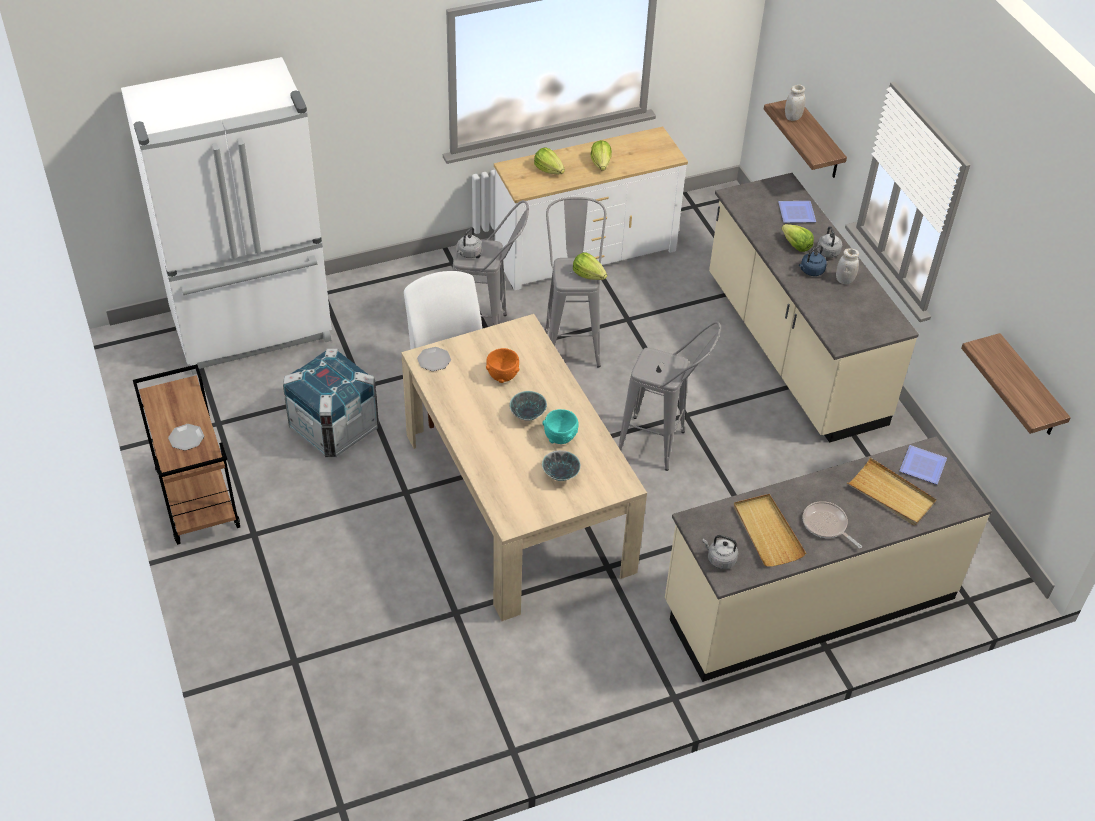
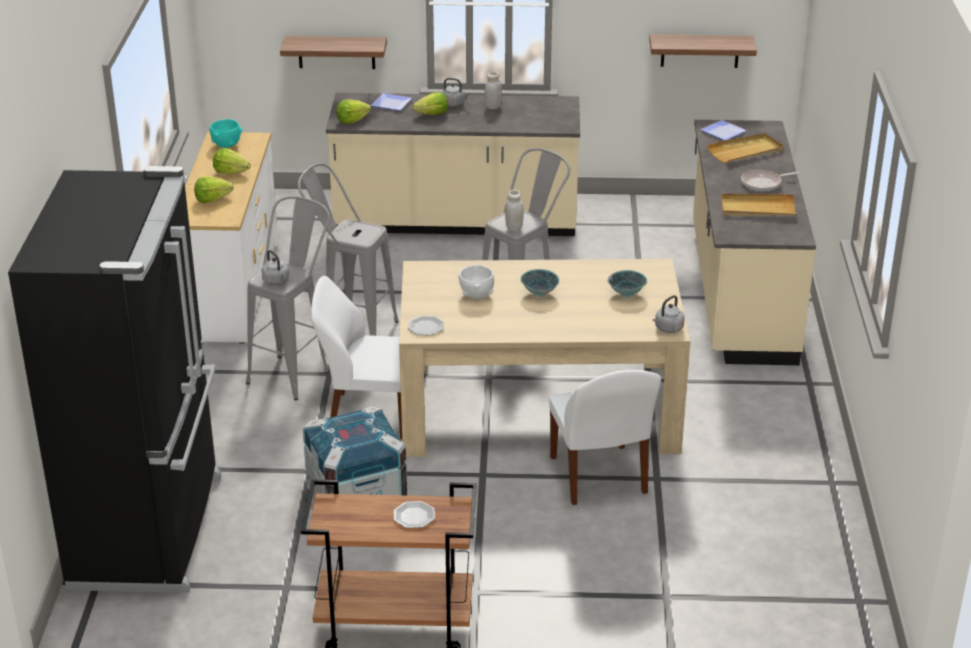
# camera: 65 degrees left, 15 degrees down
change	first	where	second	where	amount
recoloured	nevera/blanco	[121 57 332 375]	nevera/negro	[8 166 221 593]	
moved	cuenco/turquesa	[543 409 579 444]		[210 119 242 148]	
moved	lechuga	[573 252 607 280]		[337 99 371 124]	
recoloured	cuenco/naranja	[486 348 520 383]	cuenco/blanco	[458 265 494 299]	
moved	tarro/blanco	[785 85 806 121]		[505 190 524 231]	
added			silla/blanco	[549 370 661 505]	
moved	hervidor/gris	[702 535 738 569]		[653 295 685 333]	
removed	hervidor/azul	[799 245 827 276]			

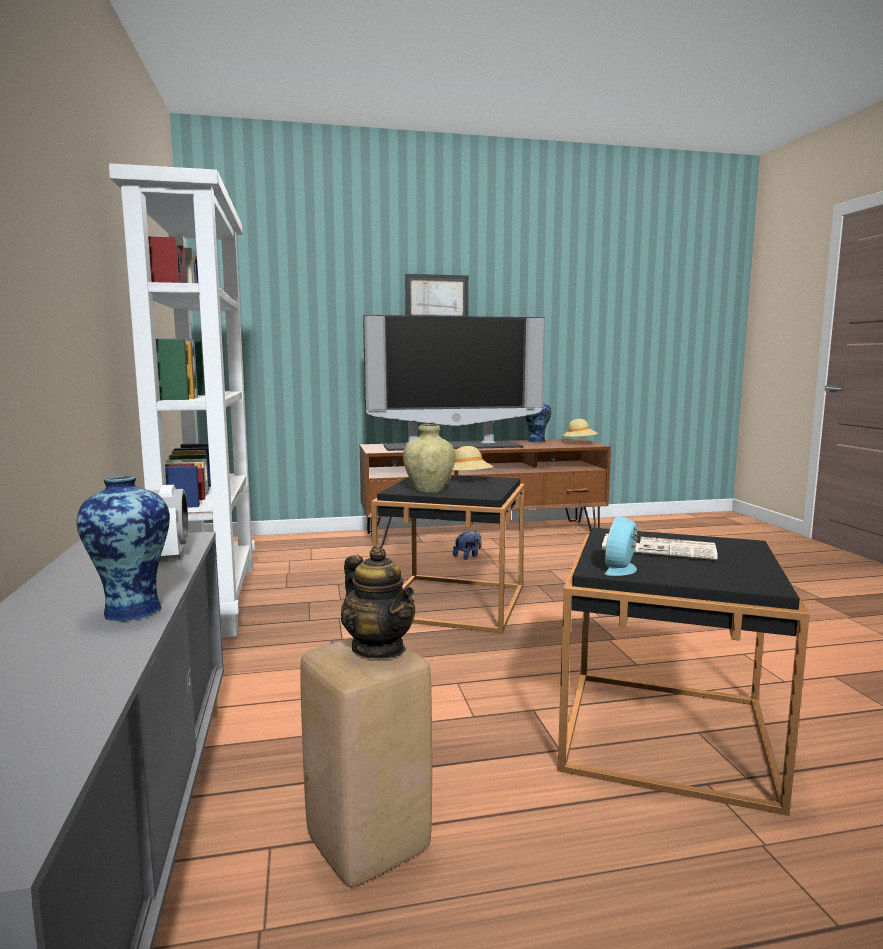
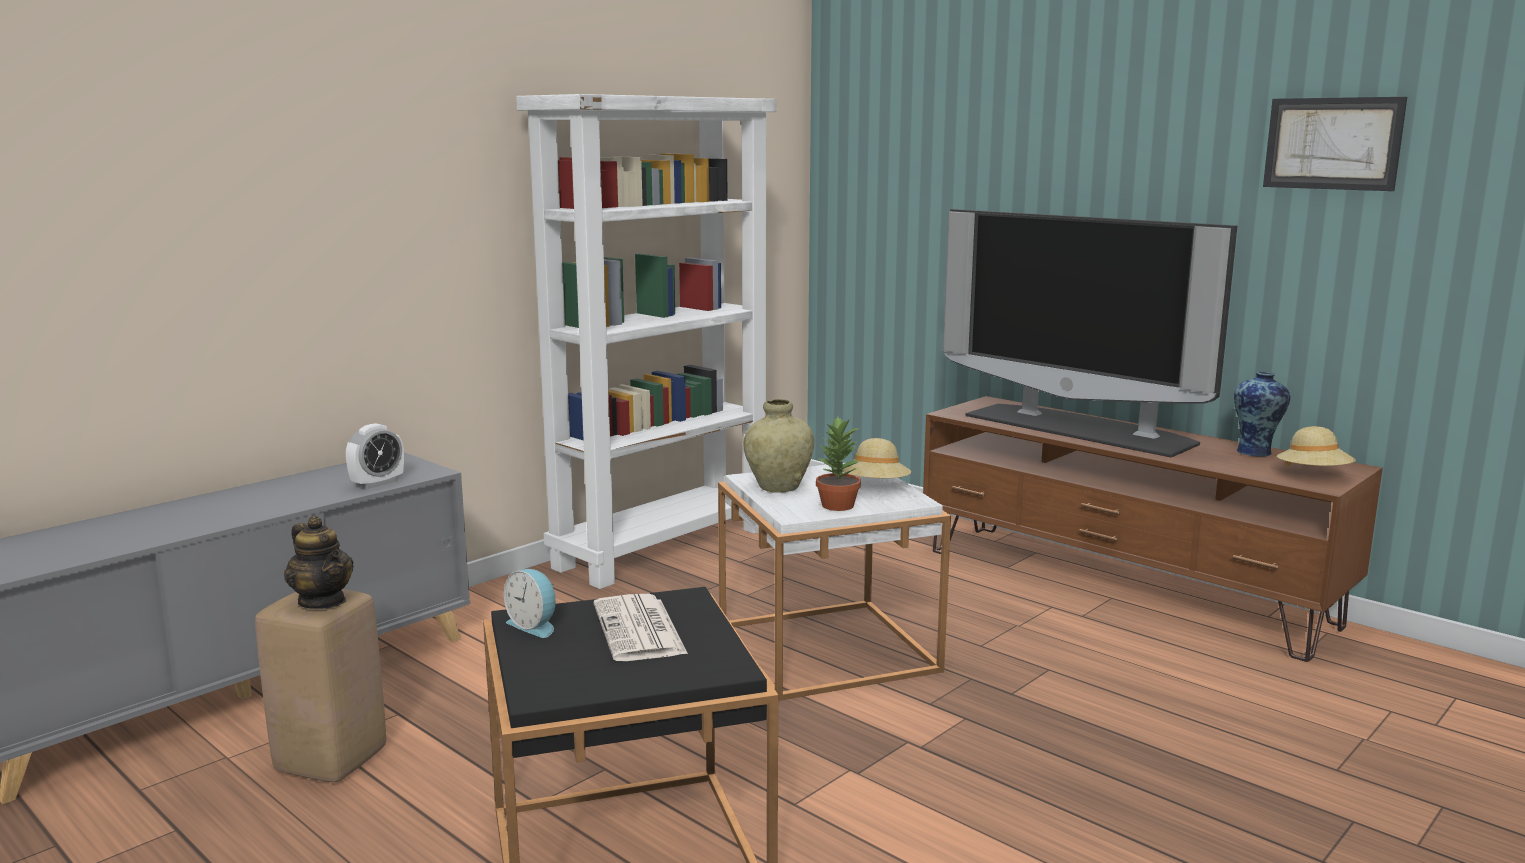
# camera: 55 degrees right, 5 degrees up
change	first	where	second	where	amount
turned	tetera	[341 546 415 658]		[284 516 354 609]	60 degrees counterclockwise
turned	despertador	[605 516 641 576]		[504 569 556 638]	135 degrees counterclockwise
recoloured	mesa auxiliar/negro	[371 475 525 633]	mesa auxiliar/blanco	[718 463 951 701]	
added			planta en maceta	[816 417 861 511]	
moved	cuadro	[405 274 469 316]		[1263 97 1407 191]	
removed	florero	[77 476 170 622]			
removed	peluche	[453 530 481 560]			

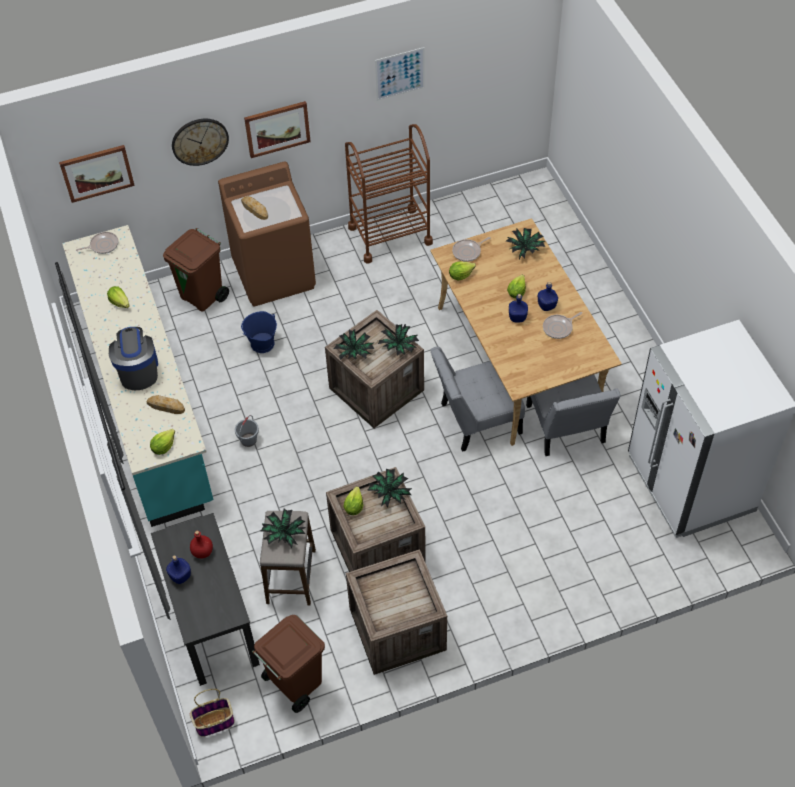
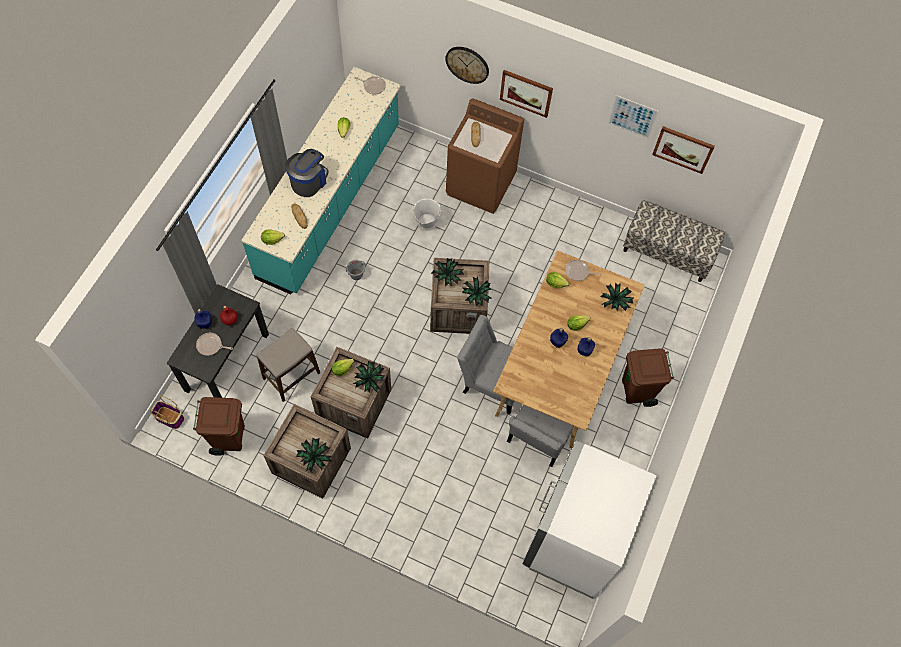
# camera: 40 degrees right, 10 degrees up
change	first	where	second	where	amount
moved	sartén	[543 312 582 339]		[196 333 233 356]	
moved	planta en maceta	[261 509 306 548]		[296 438 332 472]	
recoloured	cubo/azul	[241 311 277 353]	cubo/blanco	[412 199 442 231]	
moved	papelera/marrón	[163 228 229 312]		[622 348 674 407]	
added			banco	[623 200 725 282]	
moved	cuadro	[59 145 135 203]		[652 126 715 174]	
removed	carrito/marrón	[345 124 433 263]			

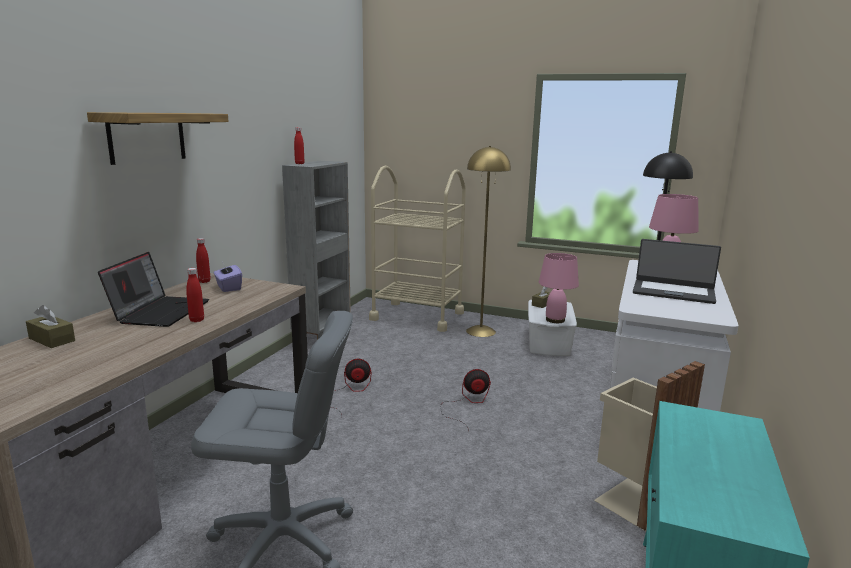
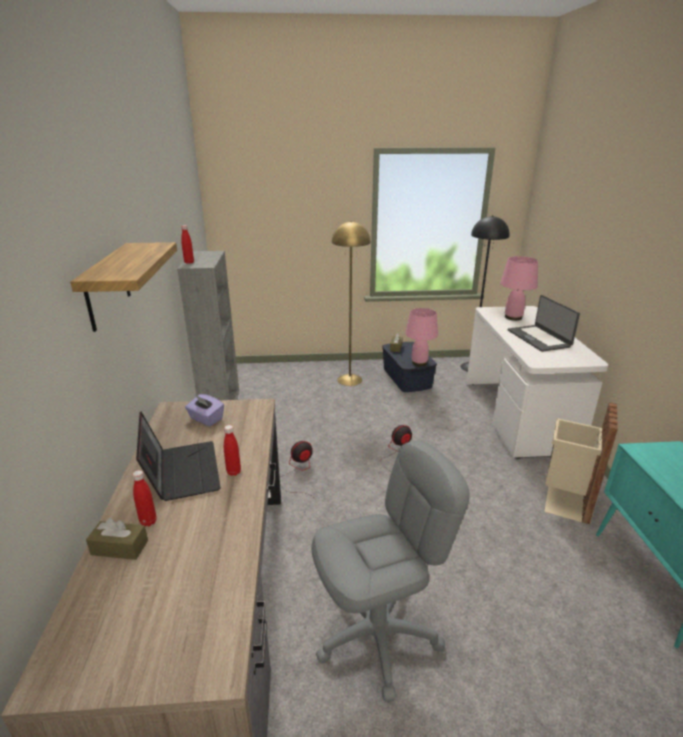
# camera: 25 degrees left, 10 degrees up
change	first	where	second	where	amount
moved	botella/rojo	[196 238 211 283]		[132 470 157 527]	
recoloured	caja de almacenaje/blanco	[528 300 577 356]	caja de almacenaje/azul	[382 342 437 392]	
turned	portátil	[633 239 721 304]		[508 295 580 352]	75 degrees clockwise
removed	carrito/beis	[369 166 466 332]			

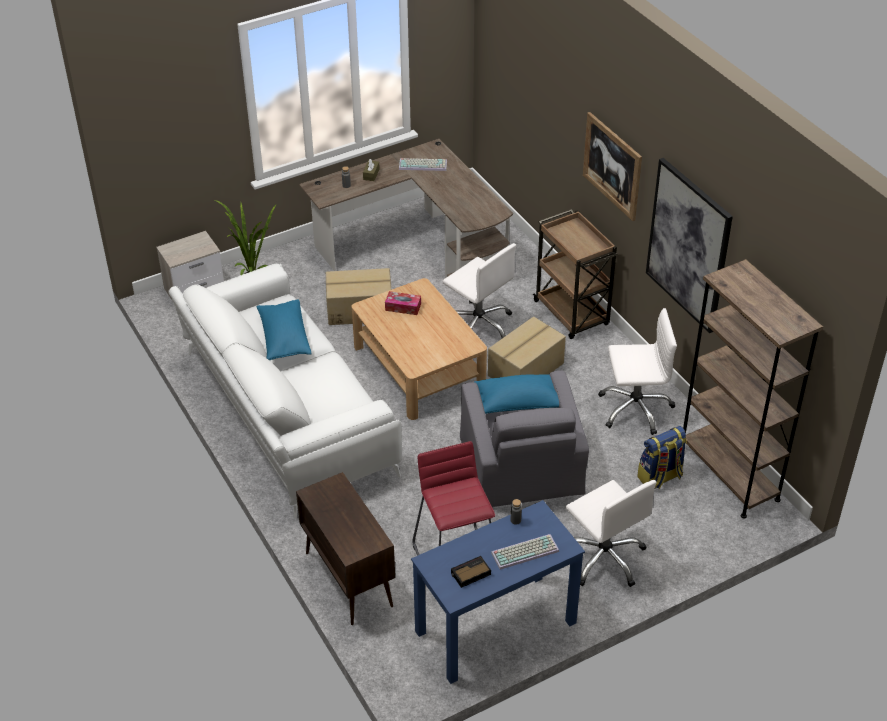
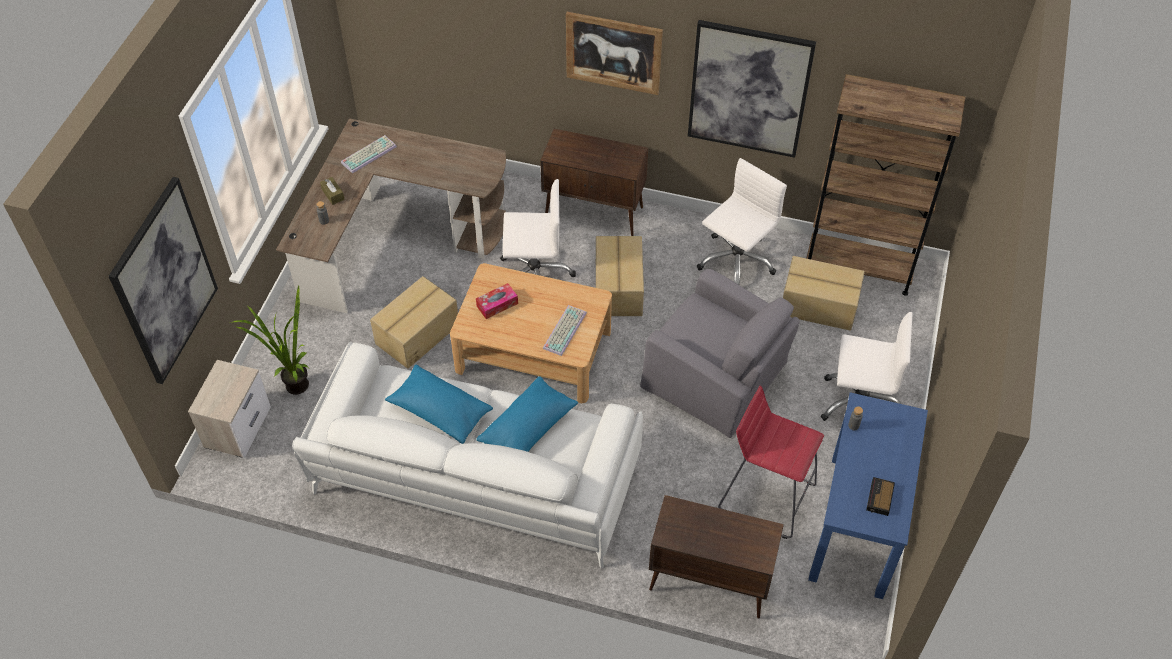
# camera: 45 degrees left, 10 degrees up
change	first	where	second	where	amount
added			cuadro	[108 177 218 384]	
moved	cojín/azul	[474 374 559 414]		[476 376 578 452]	
replaced	carrito/marrón	[533 209 618 339]	armario/marrón	[540 129 648 236]	
moved	teclado	[491 534 559 570]		[543 305 587 356]	
replaced	mochila	[637 426 687 489]	caja de cartón	[783 256 865 331]	

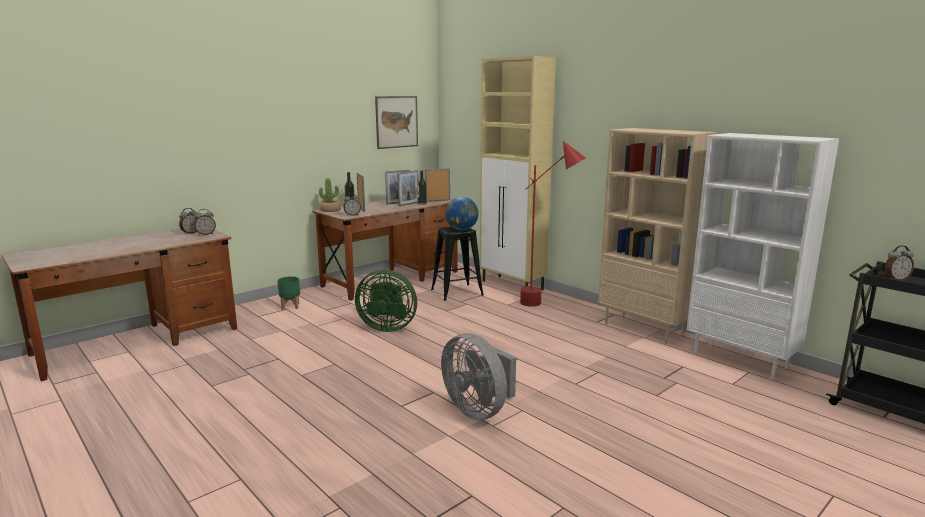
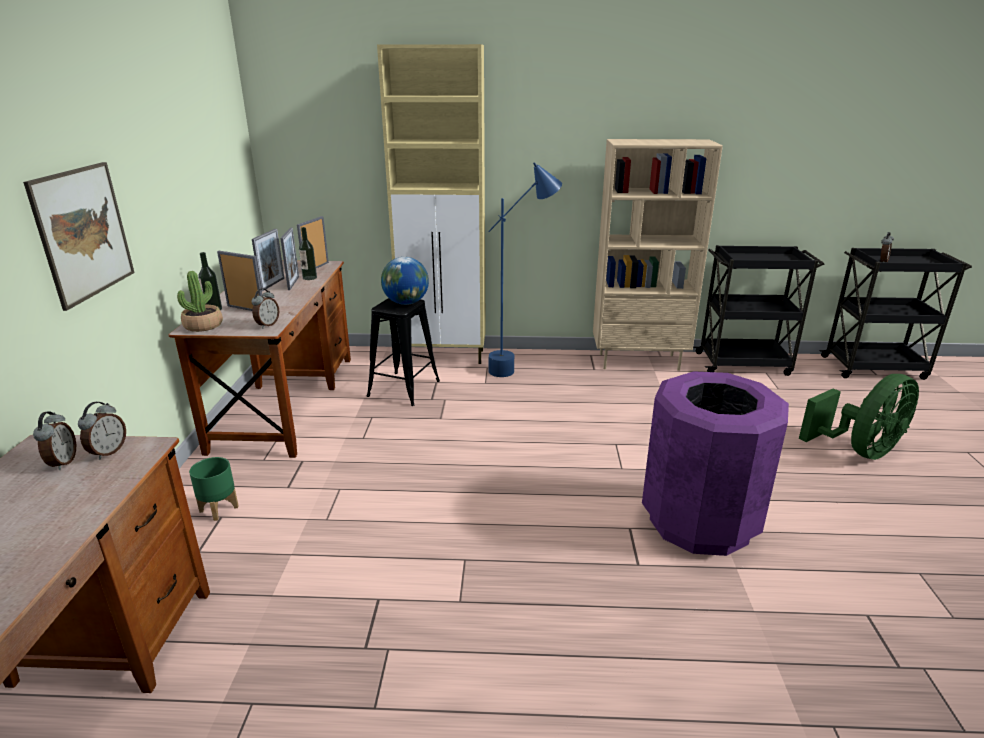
# camera: 45 degrees left, 10 degrees up
change	first	where	second	where	amount
moved	cuadro	[375 96 418 149]		[23 162 135 311]	
recoloured	lámpara de pie/rojo	[520 141 586 307]	lámpara de pie/azul	[488 162 562 377]	
replaced	ventilador/gris	[441 333 516 420]	papelera/morado	[642 371 789 556]	
replaced	estantería/blanco	[687 133 839 380]	carrito/negro	[693 245 824 376]	
moved	ventilador/verde	[355 270 417 332]		[799 374 919 460]	

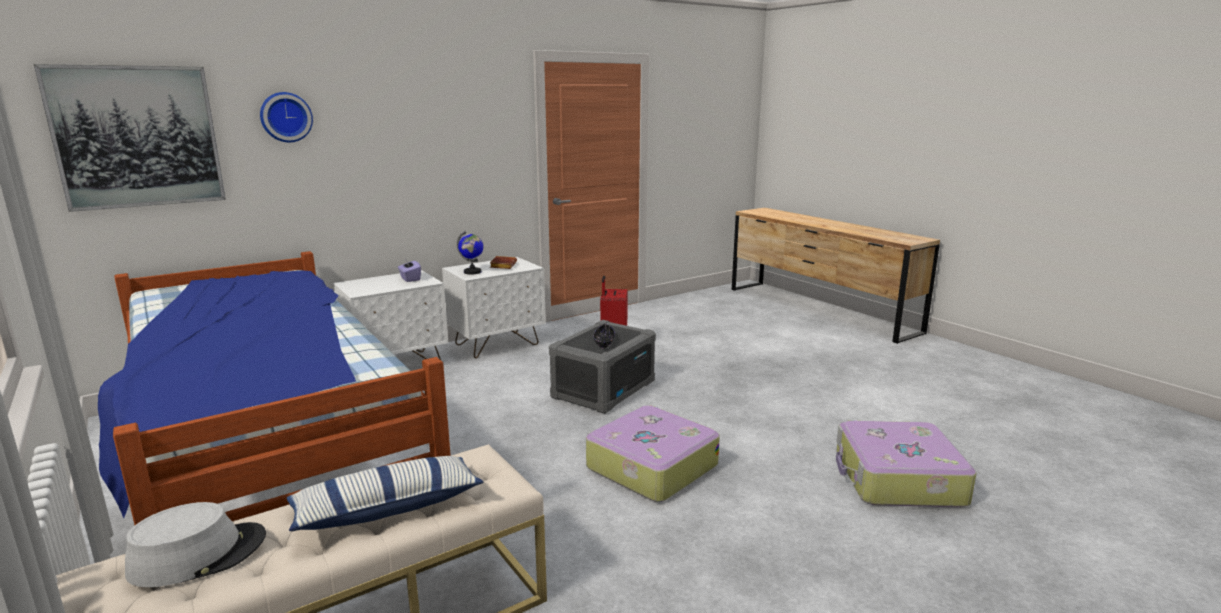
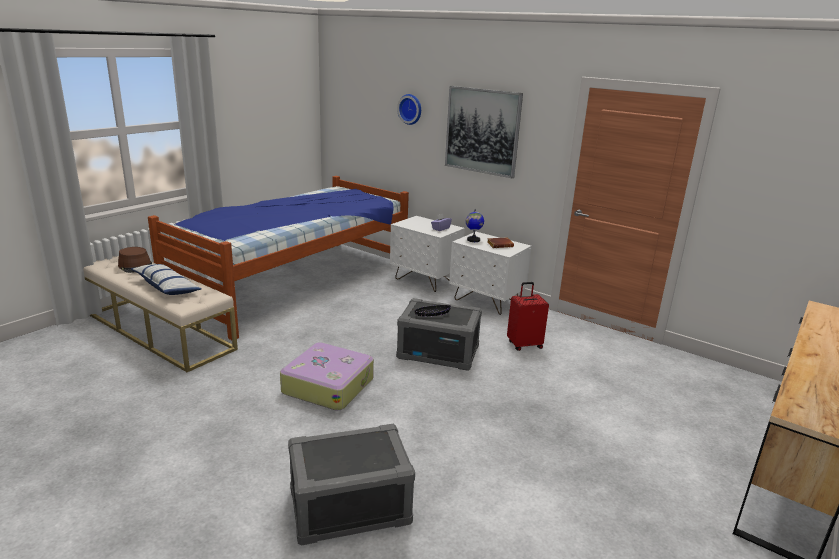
# camera: 70 degrees right, 5 degrees up
change	first	where	second	where	amount
recoloured	sombrero/gris	[125 502 266 587]	sombrero/marrón	[118 247 152 273]	
replaced	maleta	[836 421 977 507]	caja de almacenaje/gris	[288 424 415 546]	
moved	cuadro	[34 64 226 212]		[445 86 523 178]	

